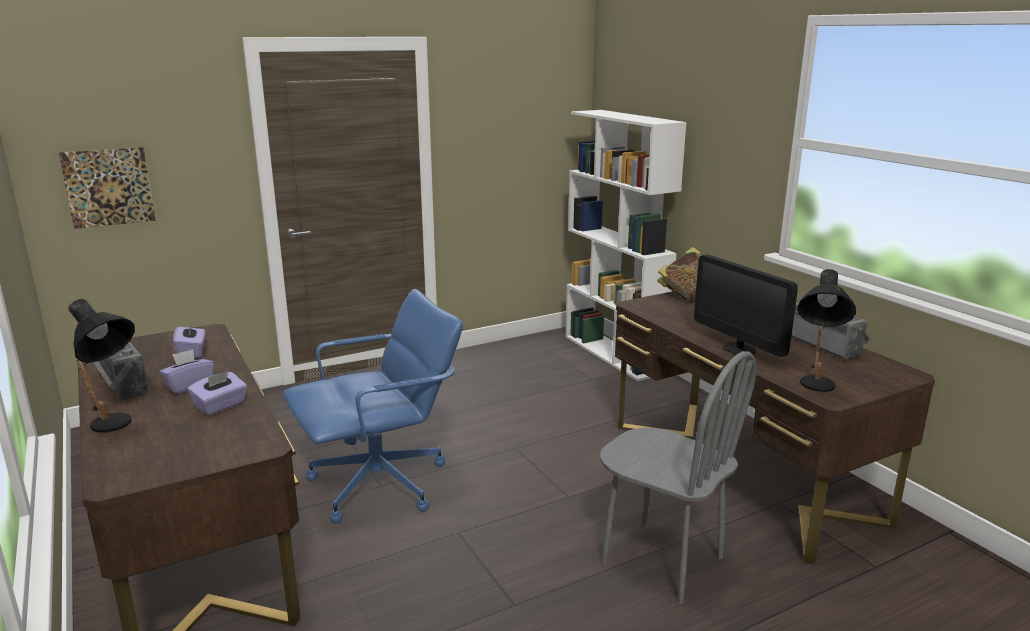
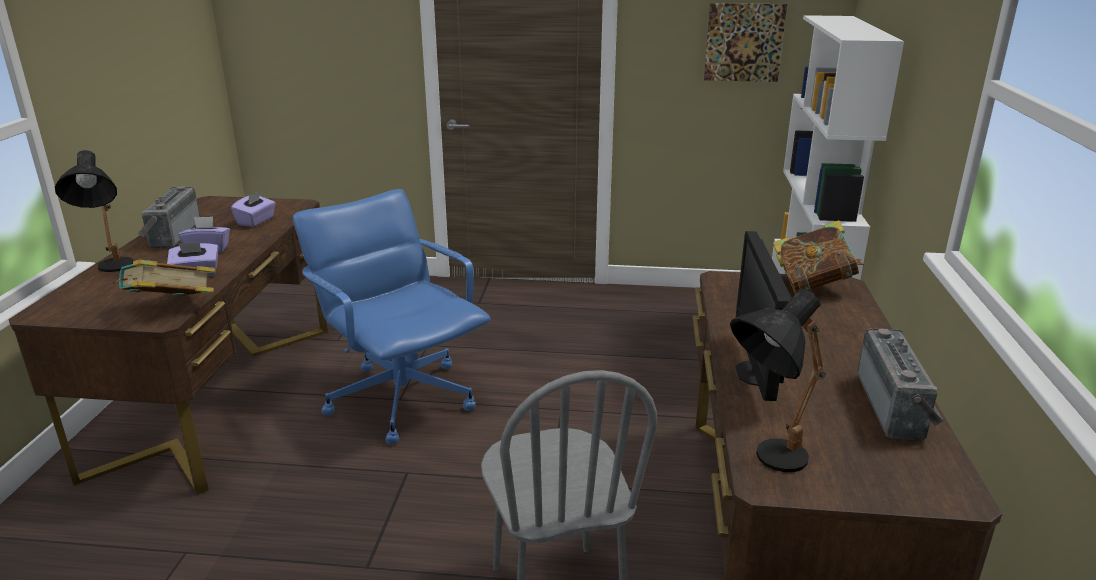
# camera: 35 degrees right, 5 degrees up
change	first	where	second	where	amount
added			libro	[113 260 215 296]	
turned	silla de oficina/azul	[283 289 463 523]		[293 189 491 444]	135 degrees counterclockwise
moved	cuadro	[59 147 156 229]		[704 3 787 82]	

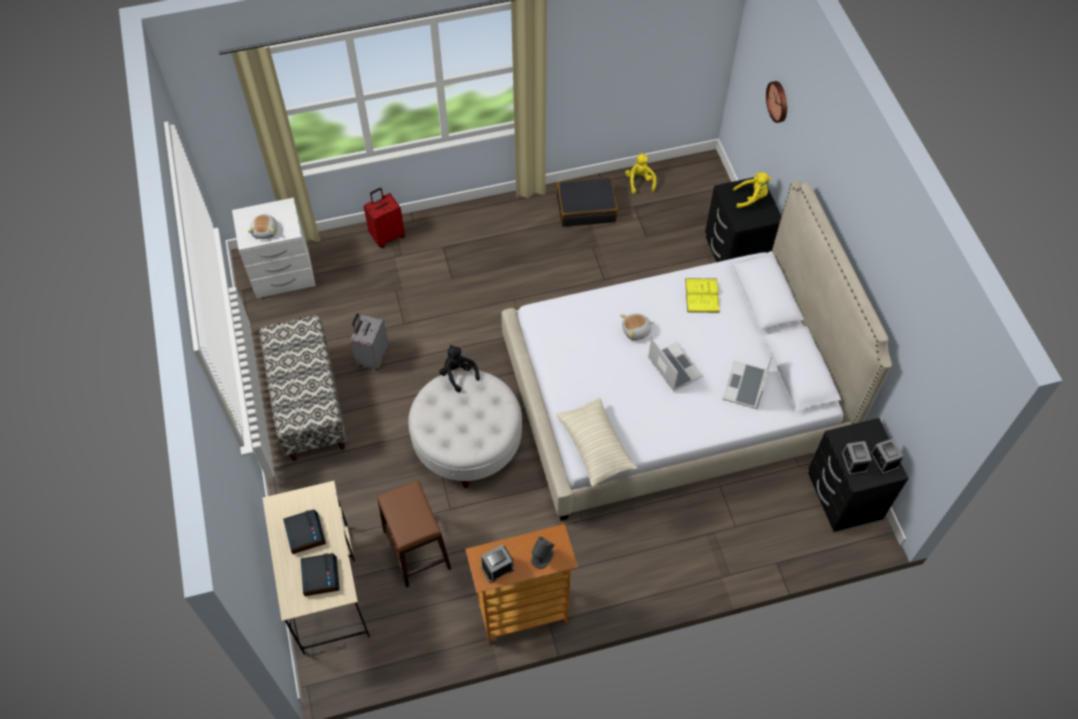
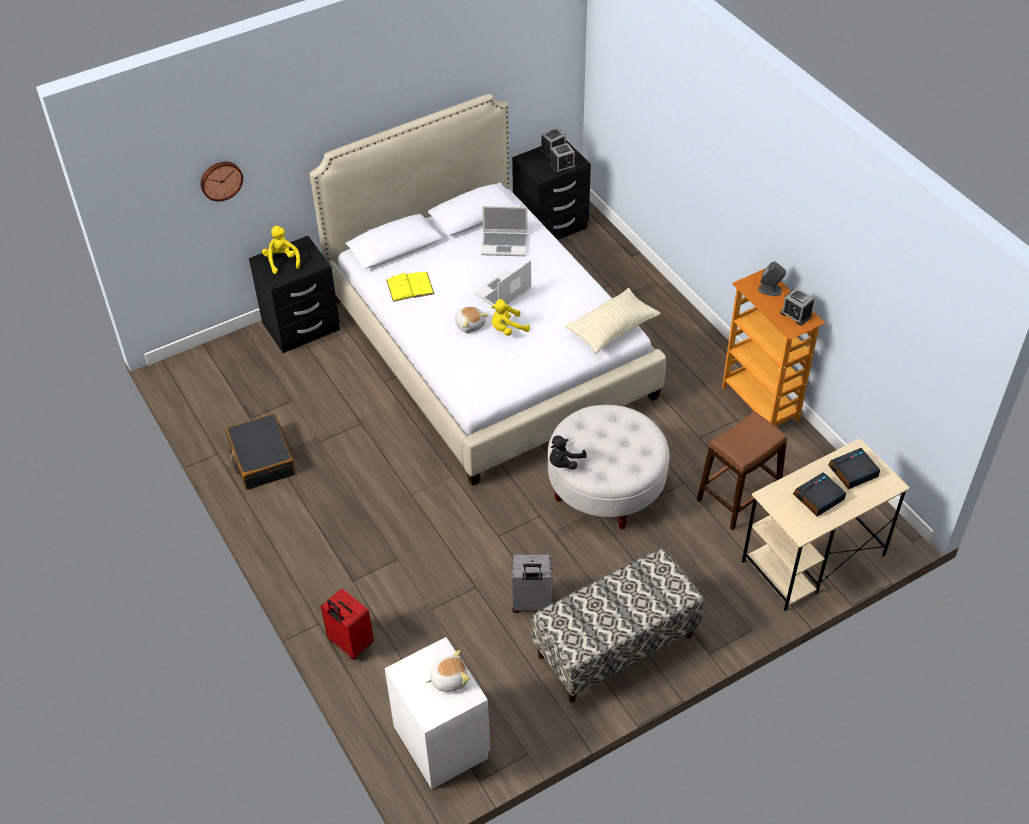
# camera: 105 degrees left, 10 degrees down
change	first	where	second	where	amount
moved	peluche/amarillo	[625 153 657 194]		[491 299 530 336]	

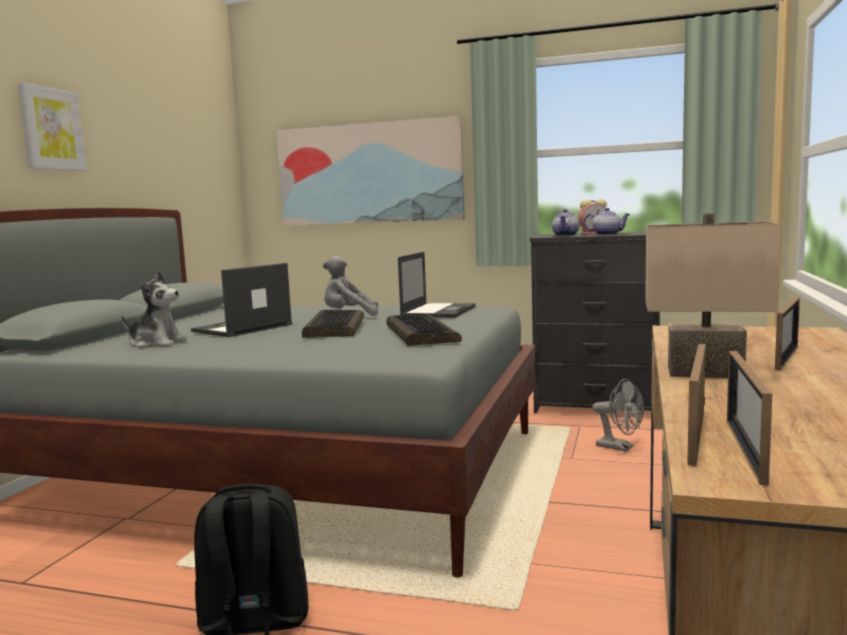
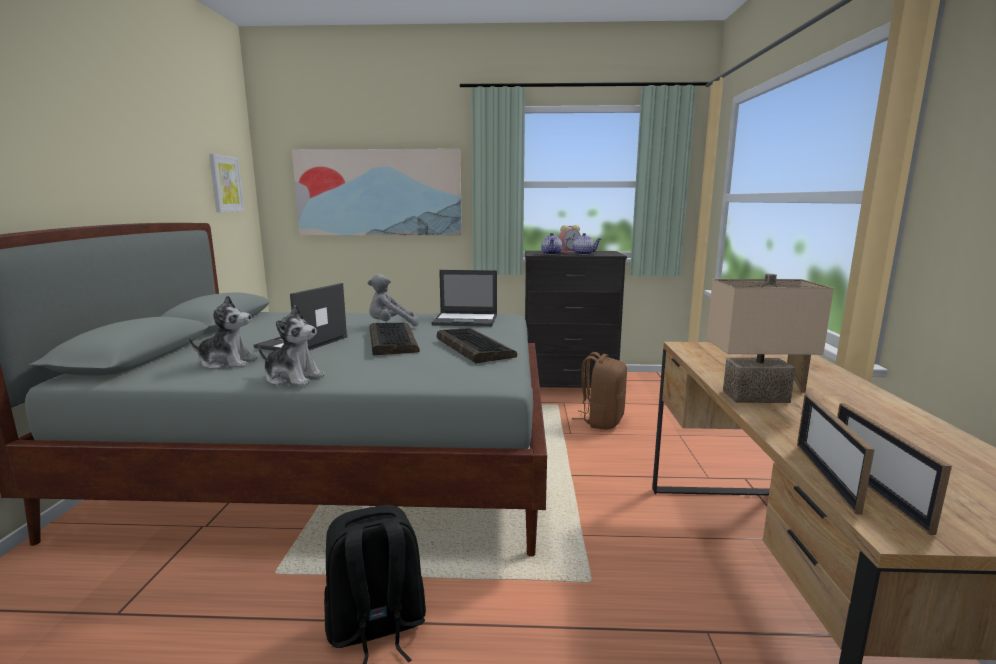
# camera: 15 degrees left, 5 degrees up
change	first	where	second	where	amount
moved	cuadro	[18 82 86 171]		[209 154 244 212]	
added			peluche	[258 305 325 386]	
turned	portátil	[398 252 476 318]		[431 270 497 327]	90 degrees clockwise
replaced	ventilador/gris	[592 379 644 452]	mochila/marrón	[572 352 627 430]	

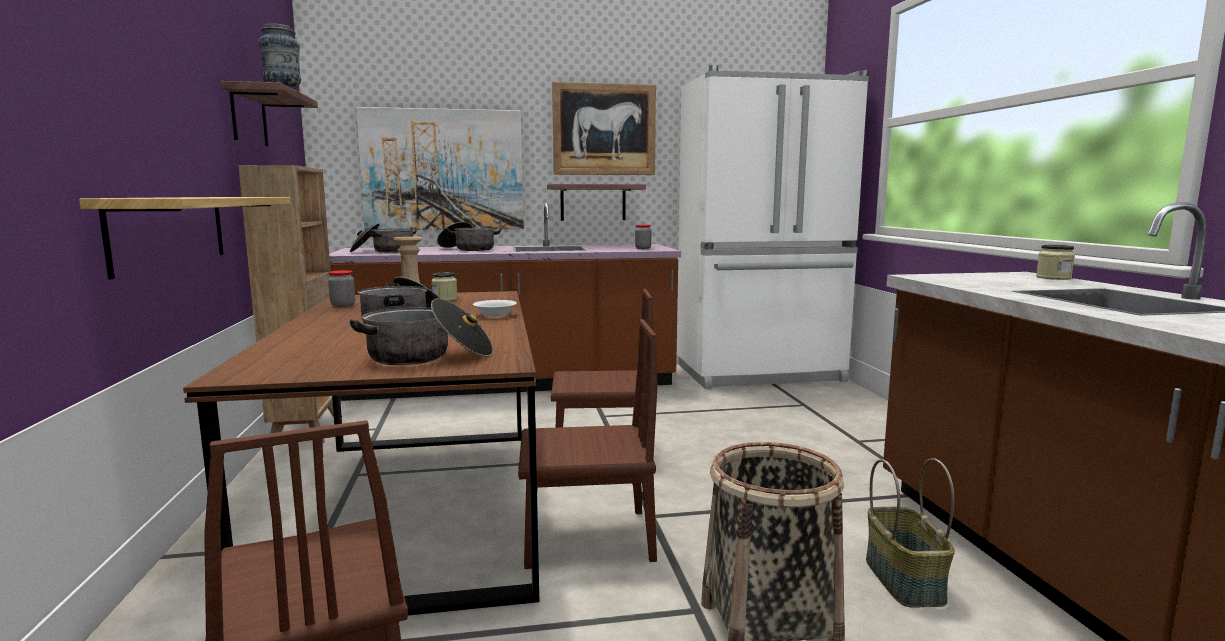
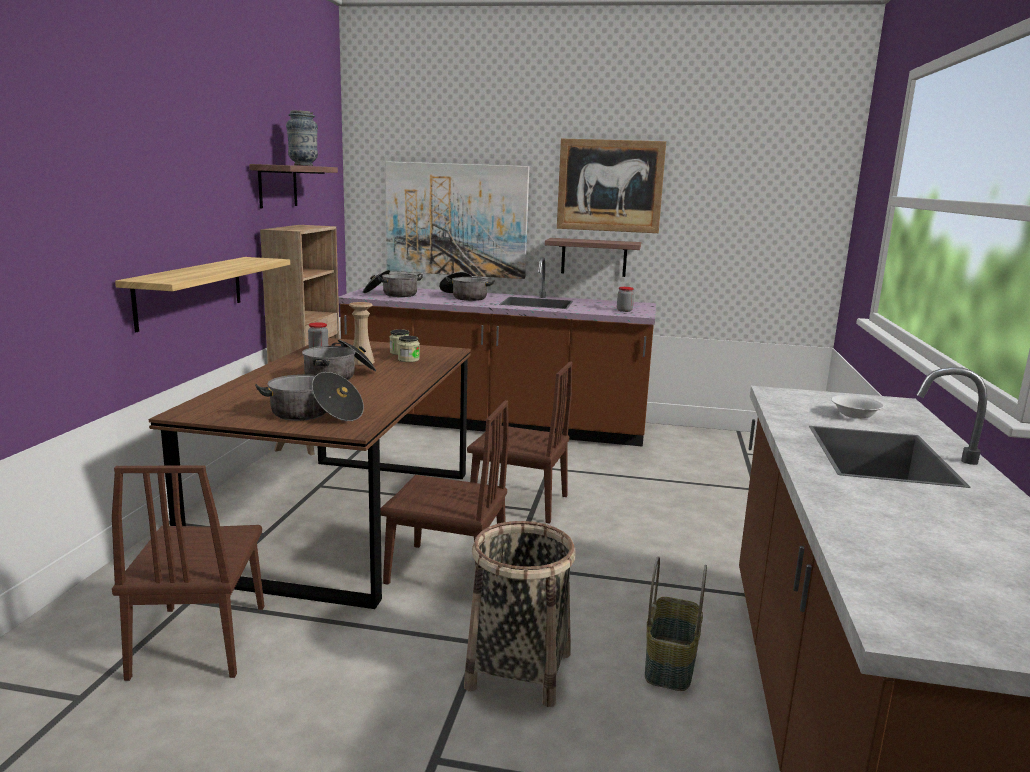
# camera: 20 degrees right, 5 degrees up
change	first	where	second	where	amount
moved	tarro	[1036 245 1075 280]		[398 336 420 362]	
moved	cuenco/blanco	[473 300 517 317]		[831 395 884 419]	
removed	nevera/blanco	[677 65 869 389]			

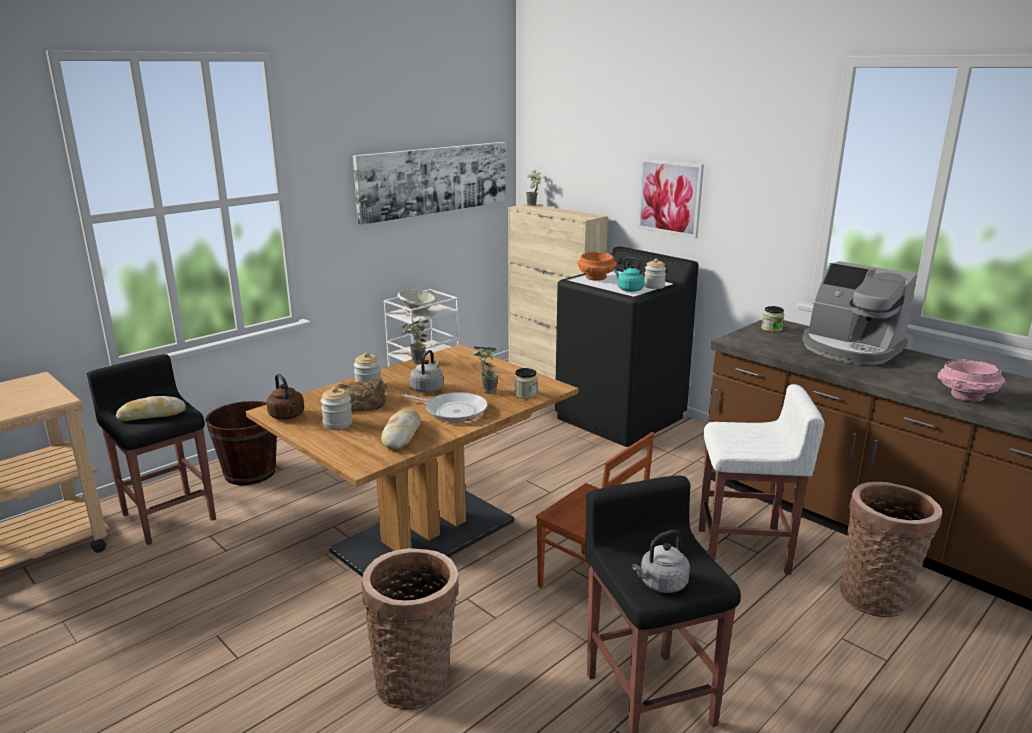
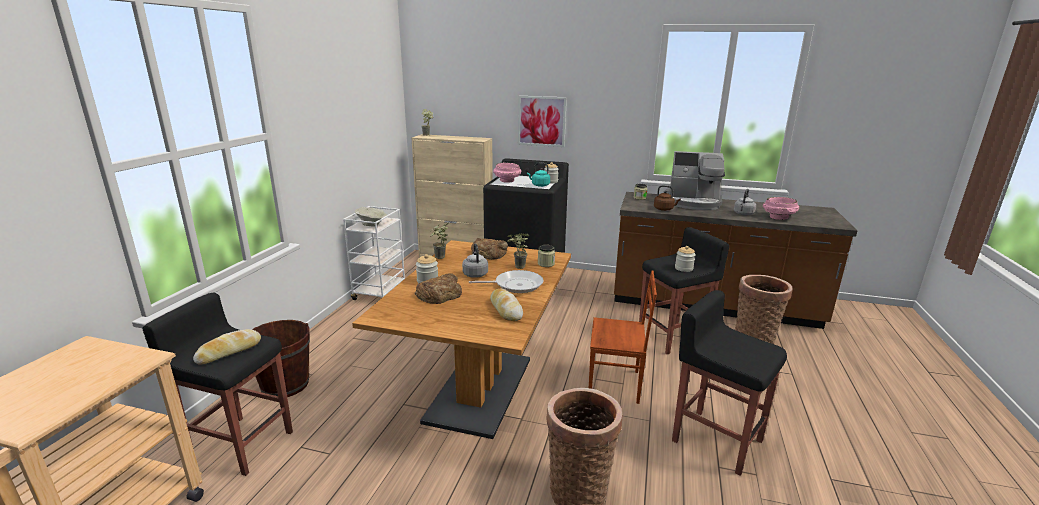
# camera: 30 degrees left, 0 degrees up
change	first	where	second	where	amount
added			pan	[471 238 508 260]	
recoloured	cuenco/naranja	[577 252 617 281]	cuenco/rosa	[493 163 521 183]	
recoloured	taburete/blanco	[699 384 825 575]	taburete/negro	[639 227 729 354]	
moved	hervidor/marrón	[266 374 304 420]		[654 185 681 211]	
moved	tarro	[321 387 353 429]		[675 246 696 272]	
moved	hervidor/gris	[632 530 690 593]		[734 189 756 215]	
removed	cuadro	[353 142 506 225]			

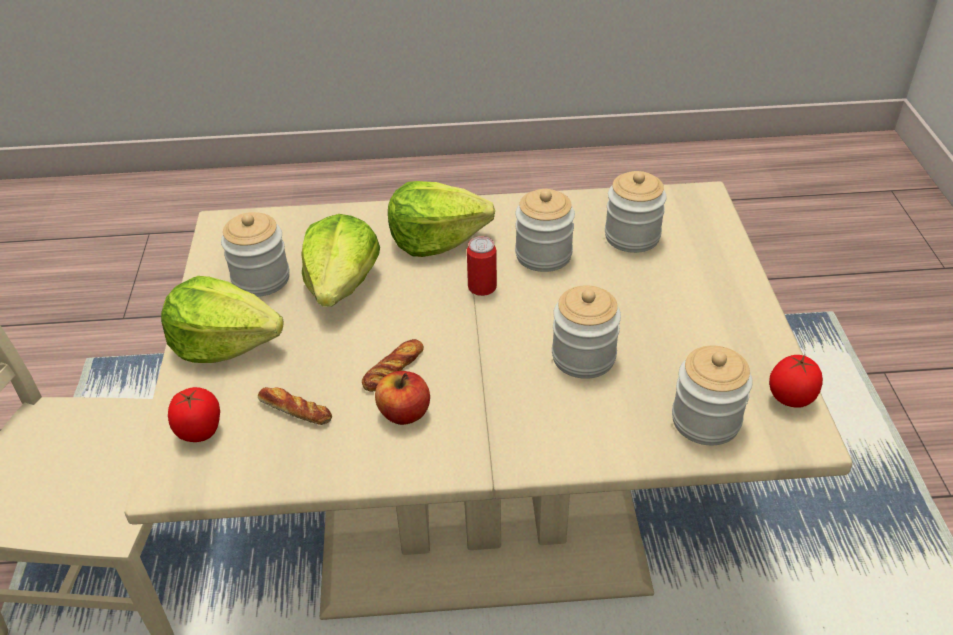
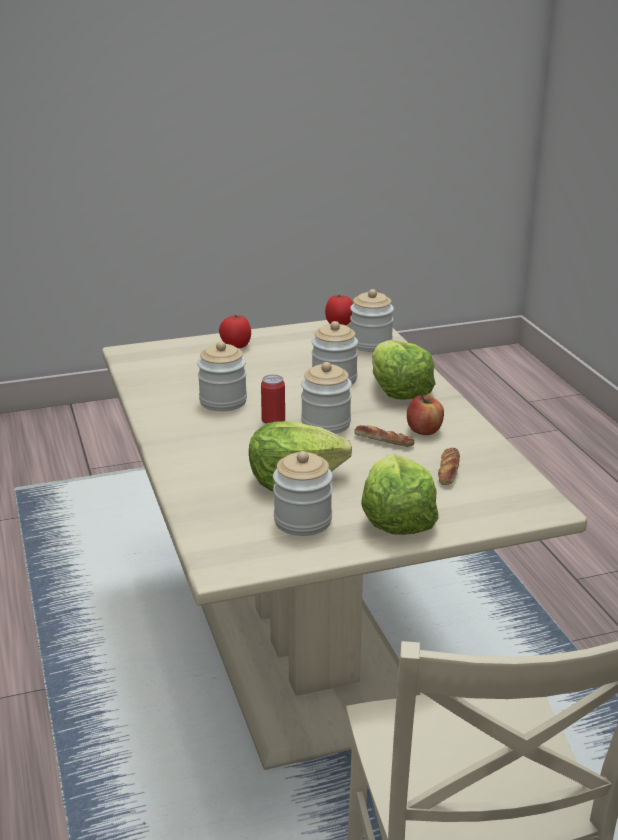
# camera: 105 degrees left, 15 degrees down
change	first	where	second	where	amount
moved	tomate	[168 387 220 442]		[219 314 251 348]	
moved	tarro	[605 171 666 253]		[301 362 352 434]	
moved	lechuga	[388 181 495 257]		[372 340 436 399]	

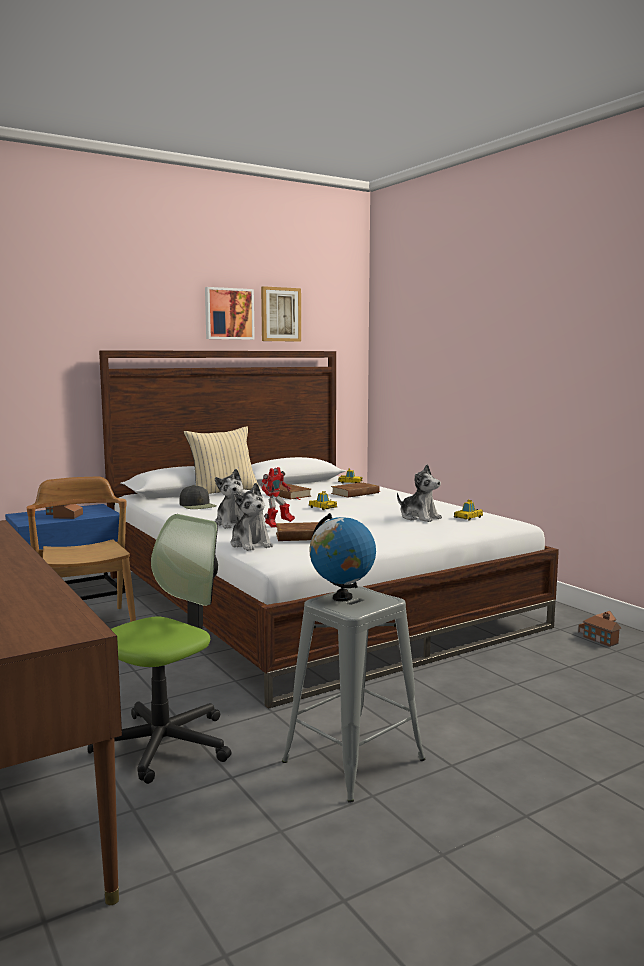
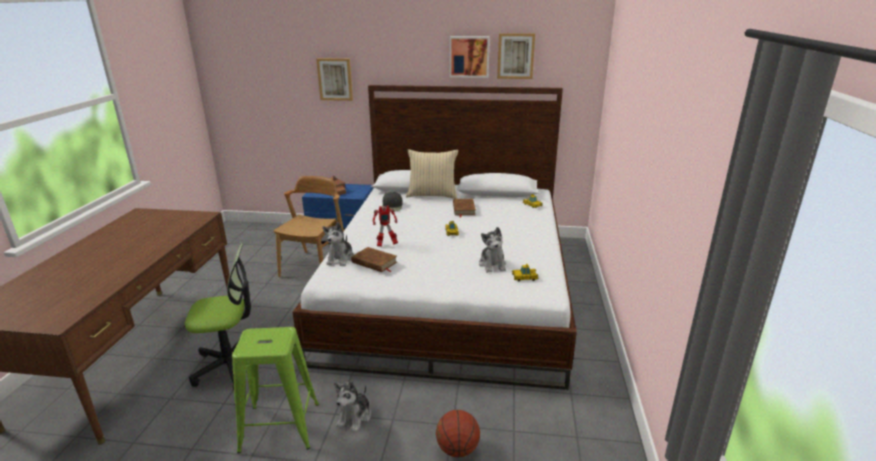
# camera: 40 degrees right, 15 degrees up
change	first	where	second	where	amount
recoloured	taburete/gris	[282 586 425 802]	taburete/verde	[232 327 319 453]	
added			cuadro	[316 58 353 101]	
moved	peluche	[215 469 244 529]		[334 381 371 432]	
added			balón de baloncesto	[436 410 480 457]	
removed	globo terráqueo	[309 513 376 601]			
removed	libro/marrón	[331 482 380 498]			
removed	casita	[578 611 621 647]			

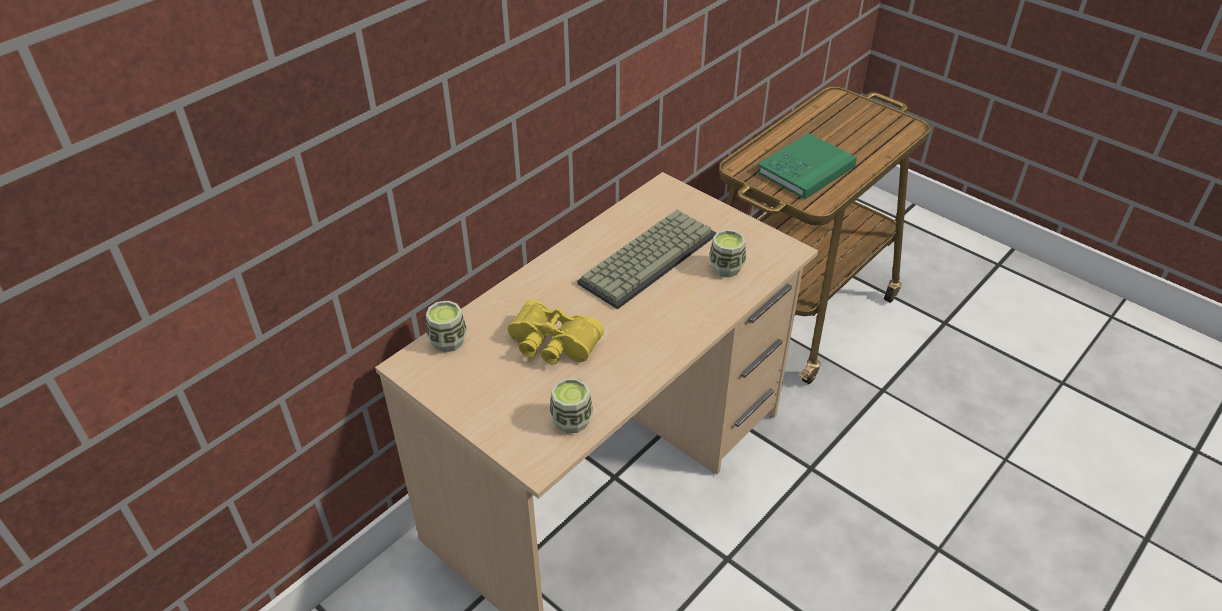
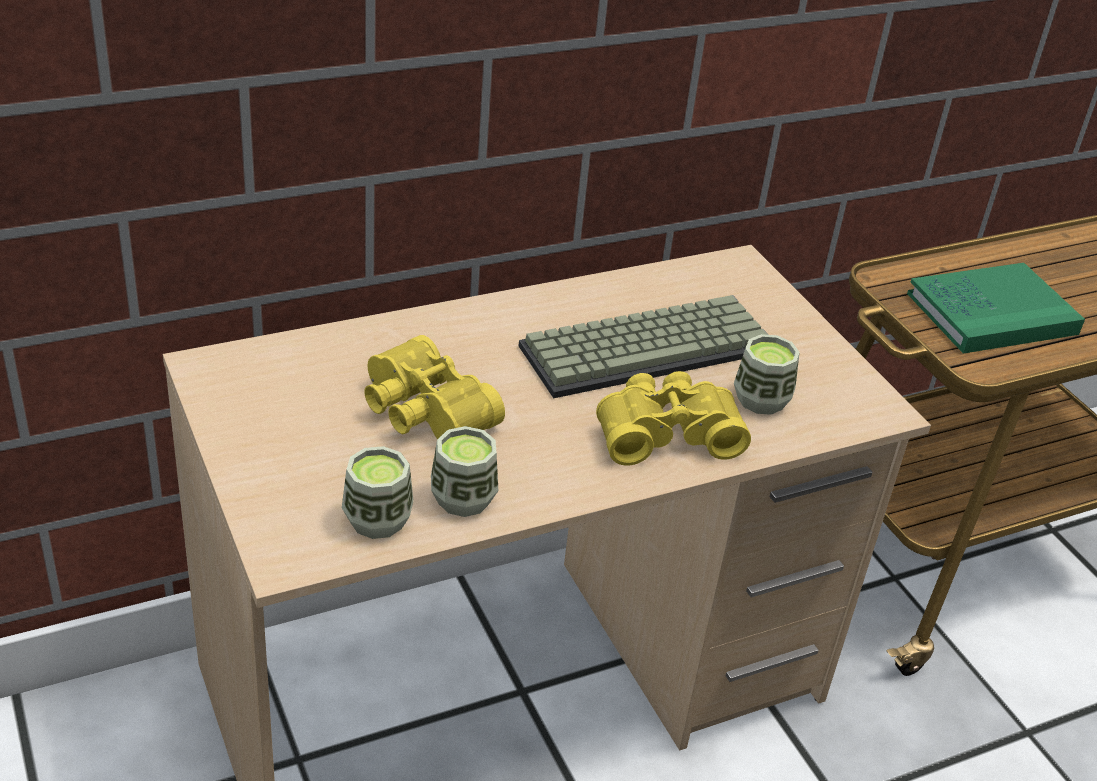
# camera: 20 degrees right, 5 degrees down
change	first	where	second	where	amount
moved	taza	[426 300 467 352]		[431 426 498 517]	
added			prismáticos/amarillo	[596 371 751 466]	

